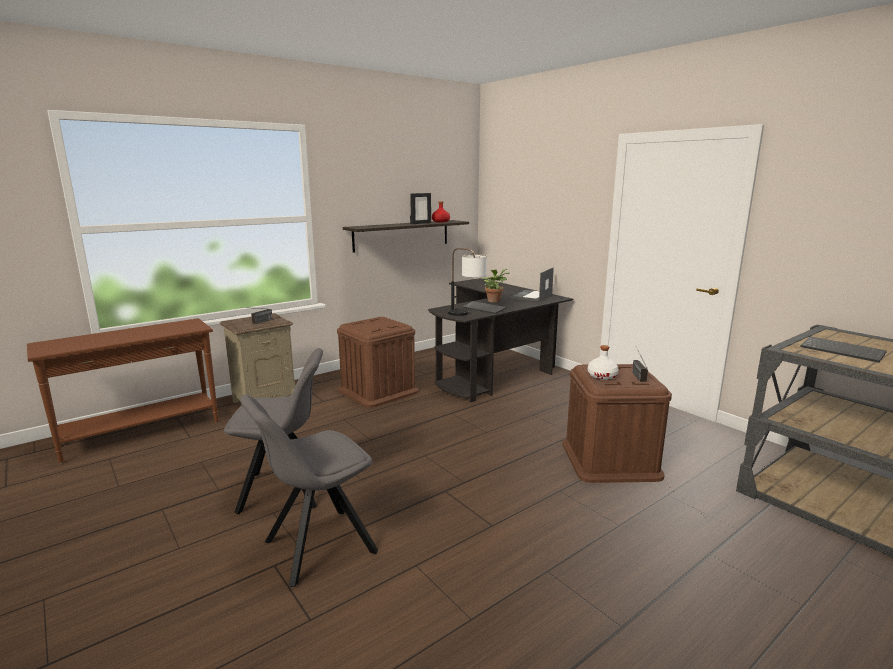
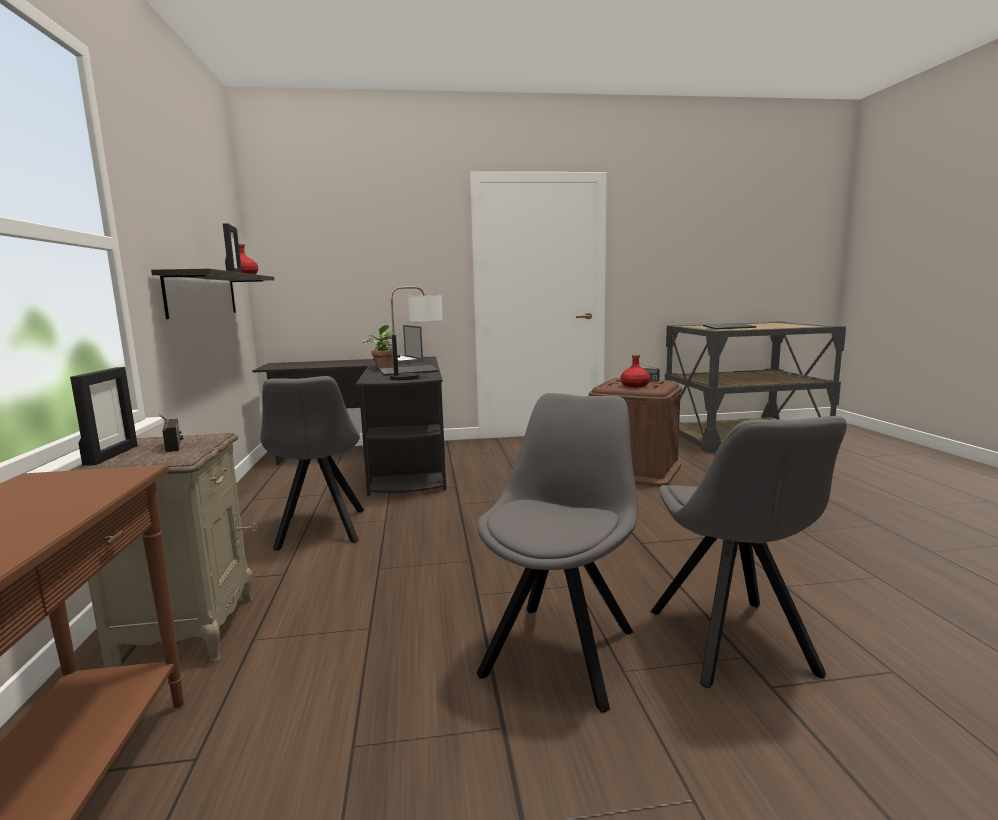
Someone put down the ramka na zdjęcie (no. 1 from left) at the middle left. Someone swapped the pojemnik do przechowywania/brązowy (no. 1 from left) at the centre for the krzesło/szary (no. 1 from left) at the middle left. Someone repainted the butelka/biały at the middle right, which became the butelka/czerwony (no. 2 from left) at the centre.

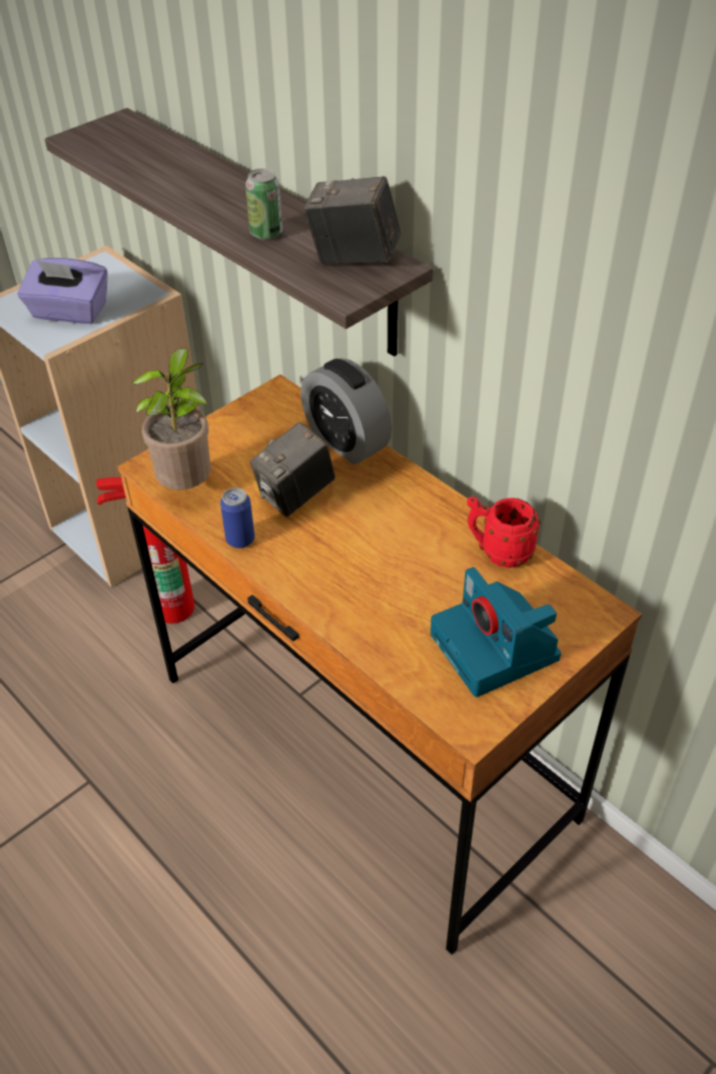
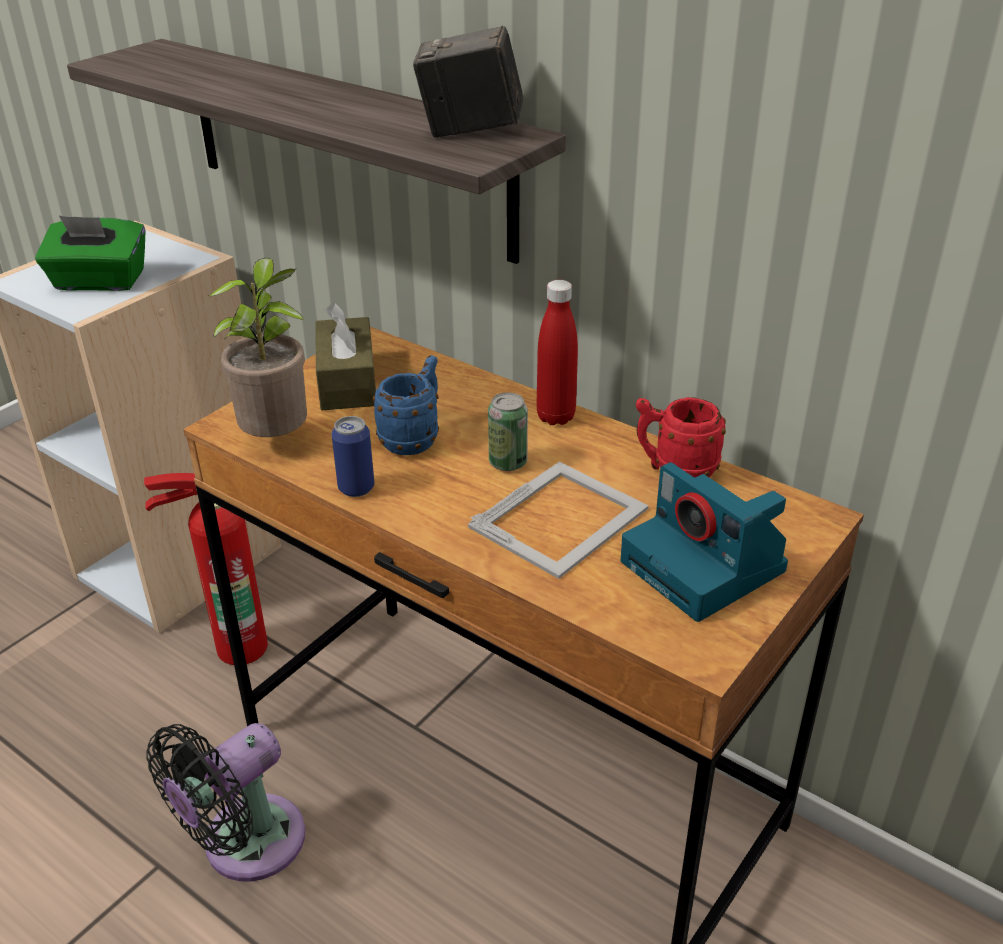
Someone took away the budzik at the centre. Someone put down the wentylator/czarny at the bottom left. Someone put down the pudełko chusteczek/brązowy at the centre. Someone put down the ramka na zdjęcie at the centre. Someone put down the butelka/czerwony at the centre. Someone carried the puszka (no. 2 from left) from the top centre to the centre. Someone swapped the aparat fotograficzny (no. 1 from left) at the centre for the kubek/niebieski at the centre. Someone repainted the pudełko chusteczek/fioletowy at the top left, which became the pudełko chusteczek/zielony at the top left.

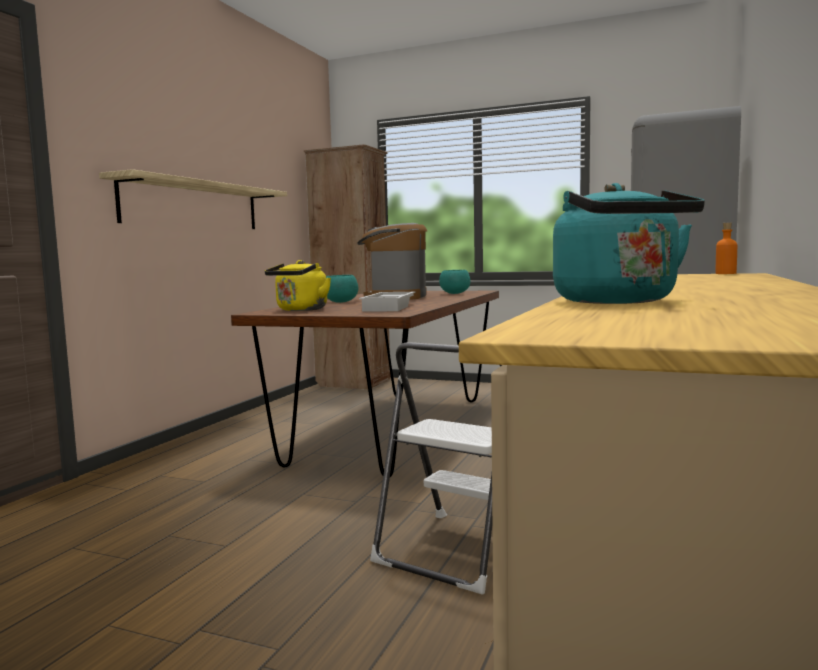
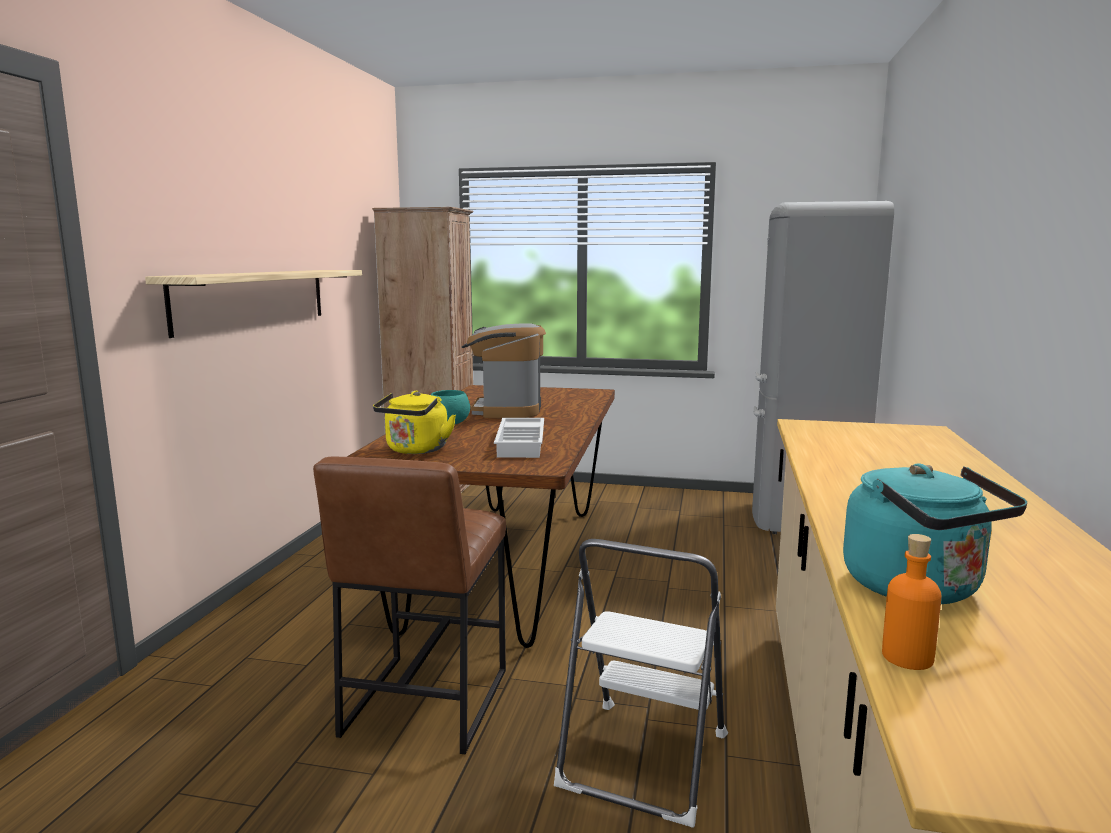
Someone took away the miska/turkusowy (no. 2 from left) at the centre. Someone put down the krzesło/brązowy at the bottom centre. Someone carried the butelka/pomarańczowy from the middle right to the bottom right.

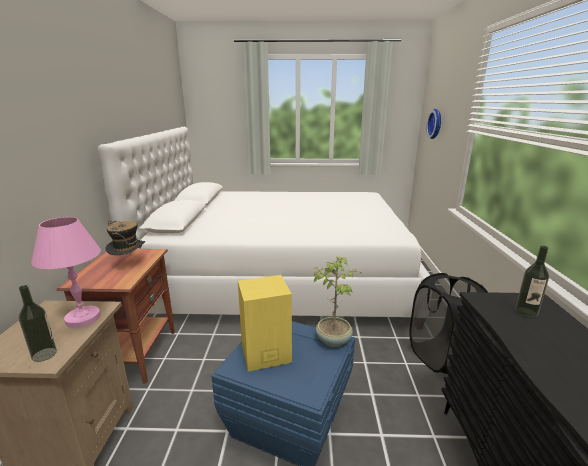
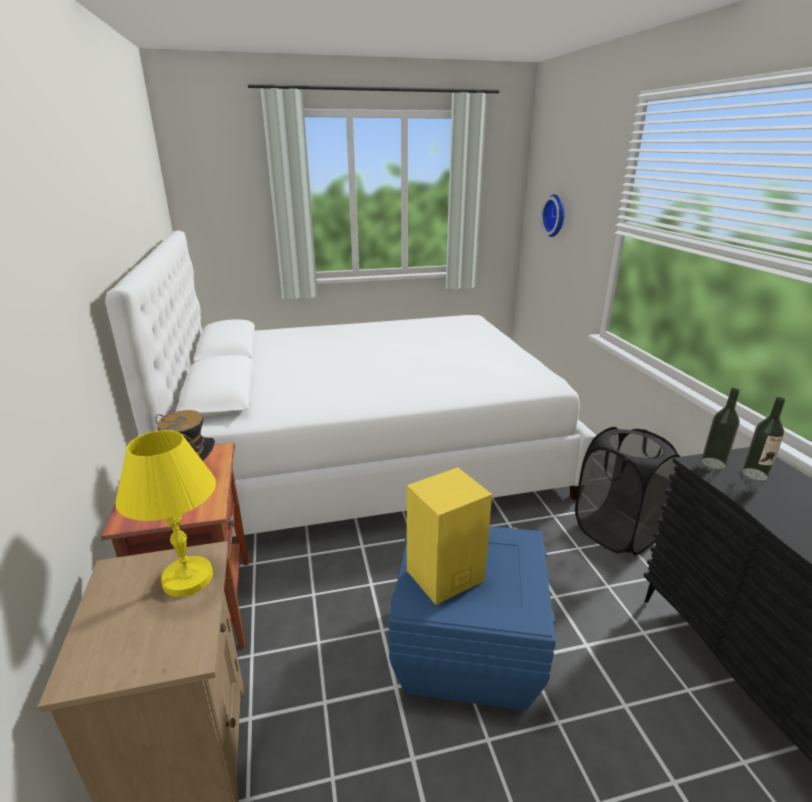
Someone took away the roślina doniczkowa at the centre. Someone carried the butelka (no. 1 from left) from the bottom left to the middle right. Someone repainted the lampa stołowa/różowy at the middle left, which became the lampa stołowa/żółty at the middle left.

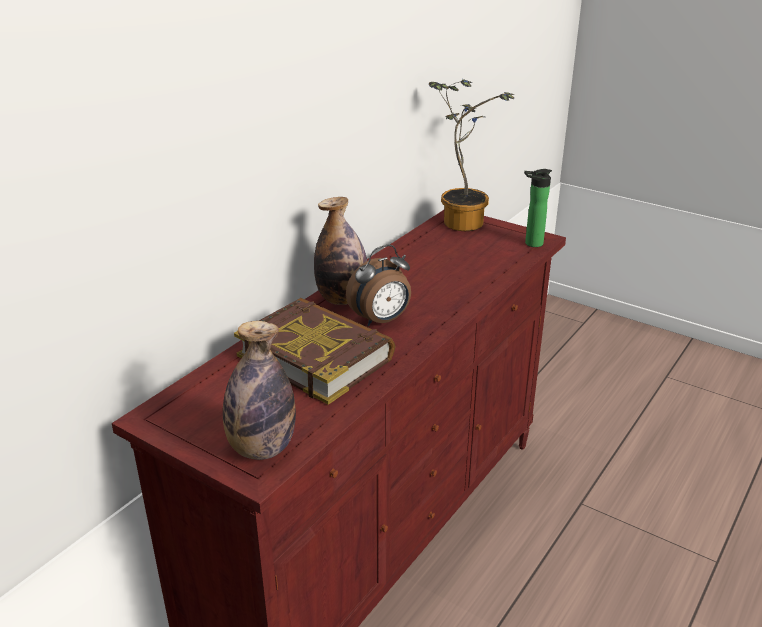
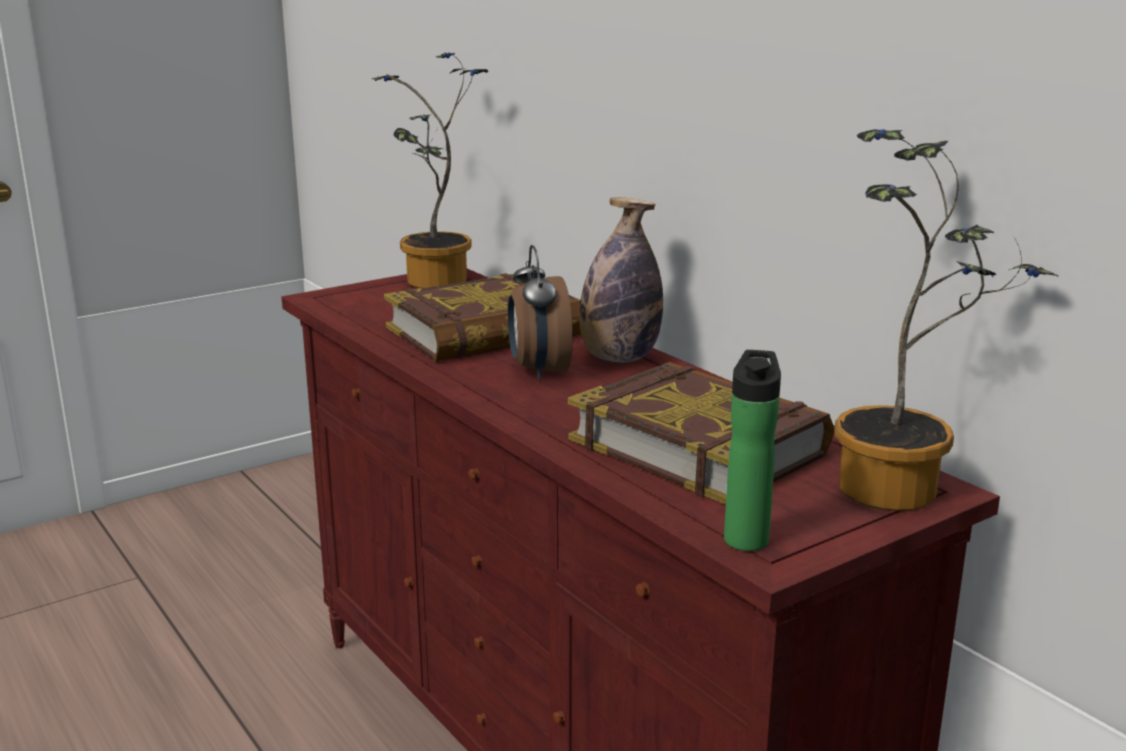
Someone took away the butelka (no. 1 from left) at the centre. Someone put down the roślina doniczkowa (no. 1 from left) at the top centre. Someone put down the książka (no. 2 from left) at the centre.

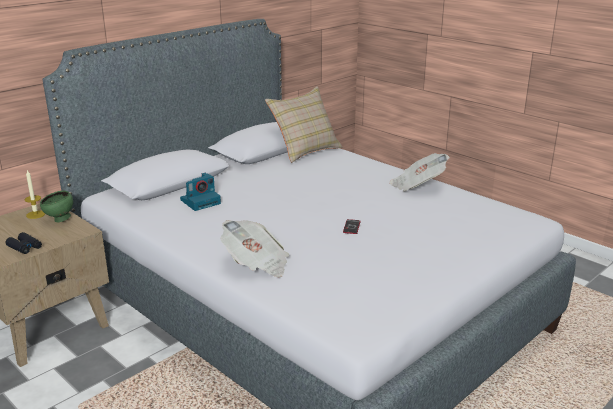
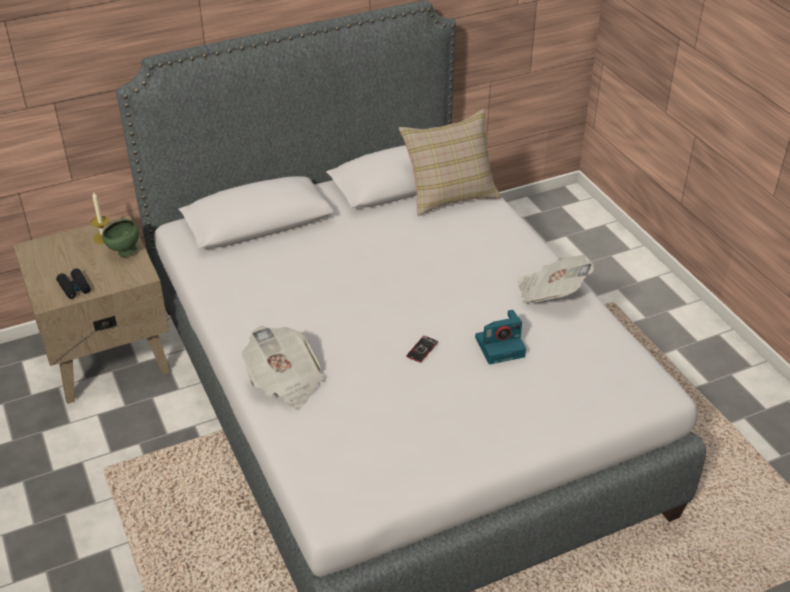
Someone carried the aparat fotograficzny from the middle left to the centre.

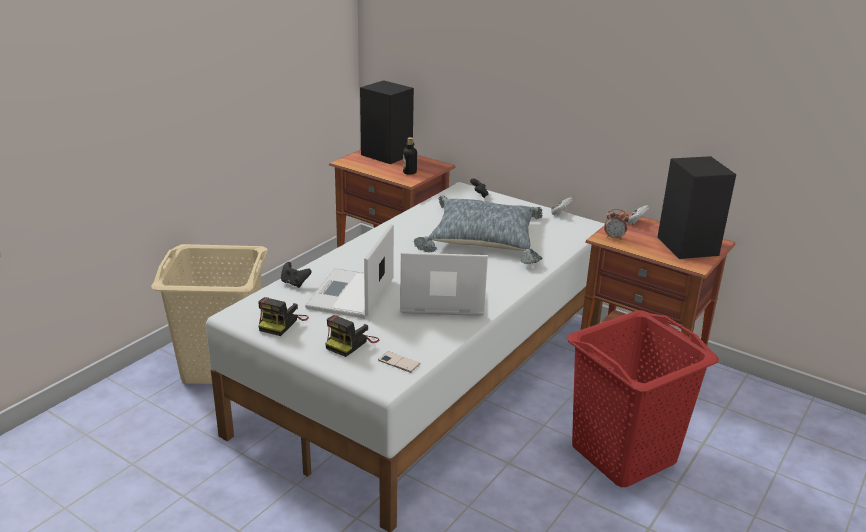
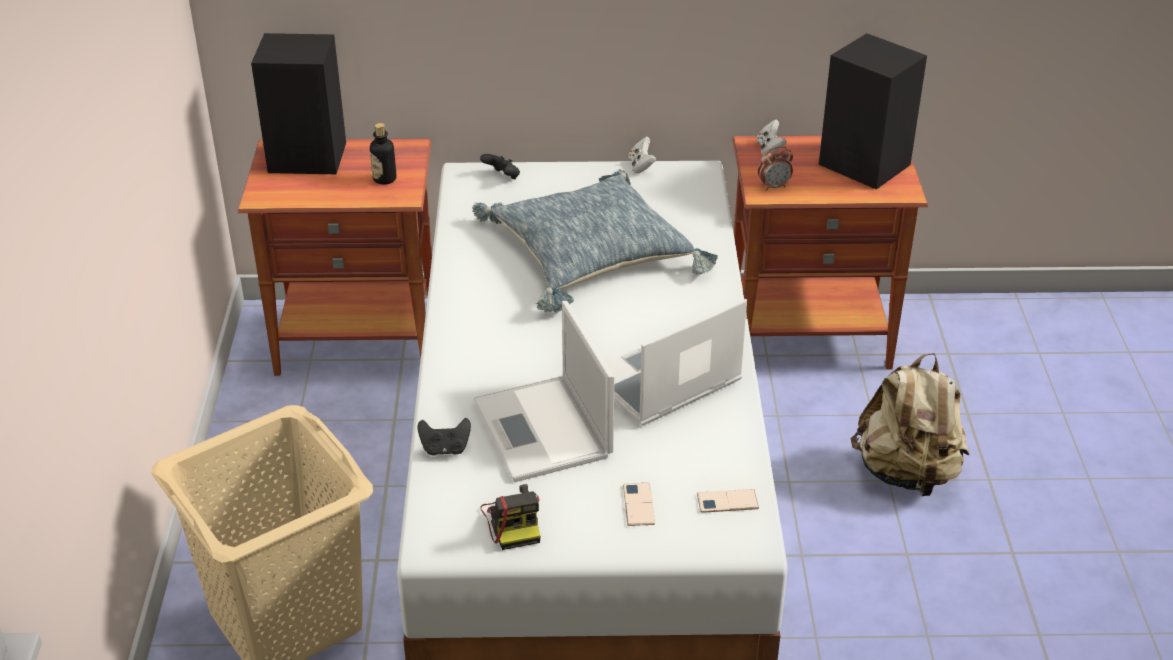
Someone swapped the aparat fotograficzny (no. 2 from left) at the centre for the telefon (no. 1 from left) at the bottom centre. Someone swapped the kosz na pranie/czerwony at the bottom right for the plecak/beżowy at the middle right.

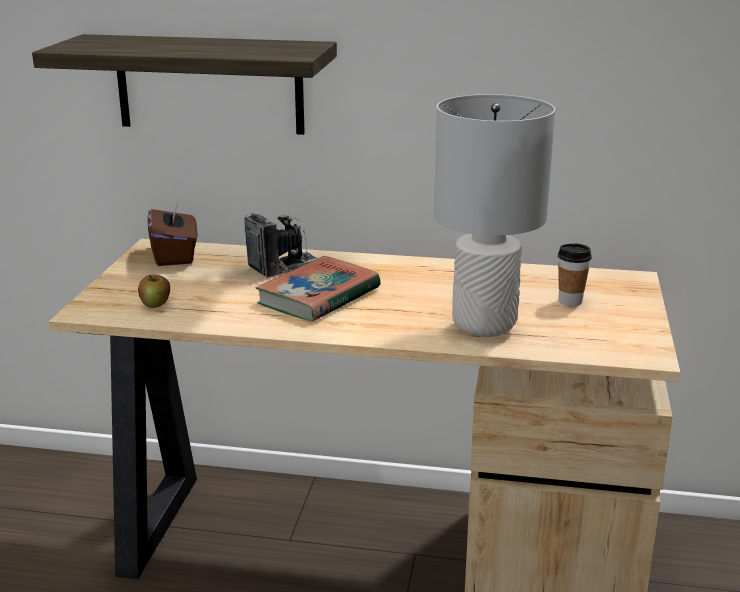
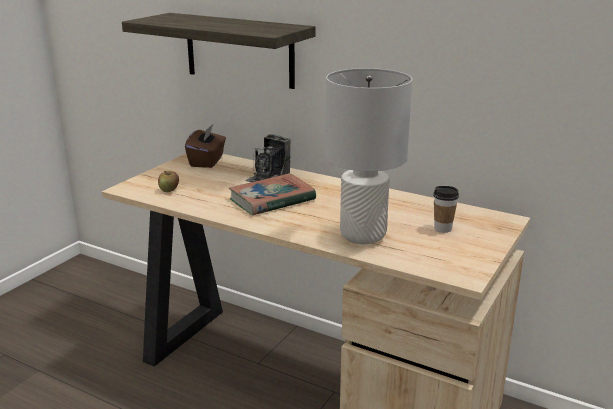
Someone rotated the aparat fotograficzny at the centre by 135 degrees clockwise.

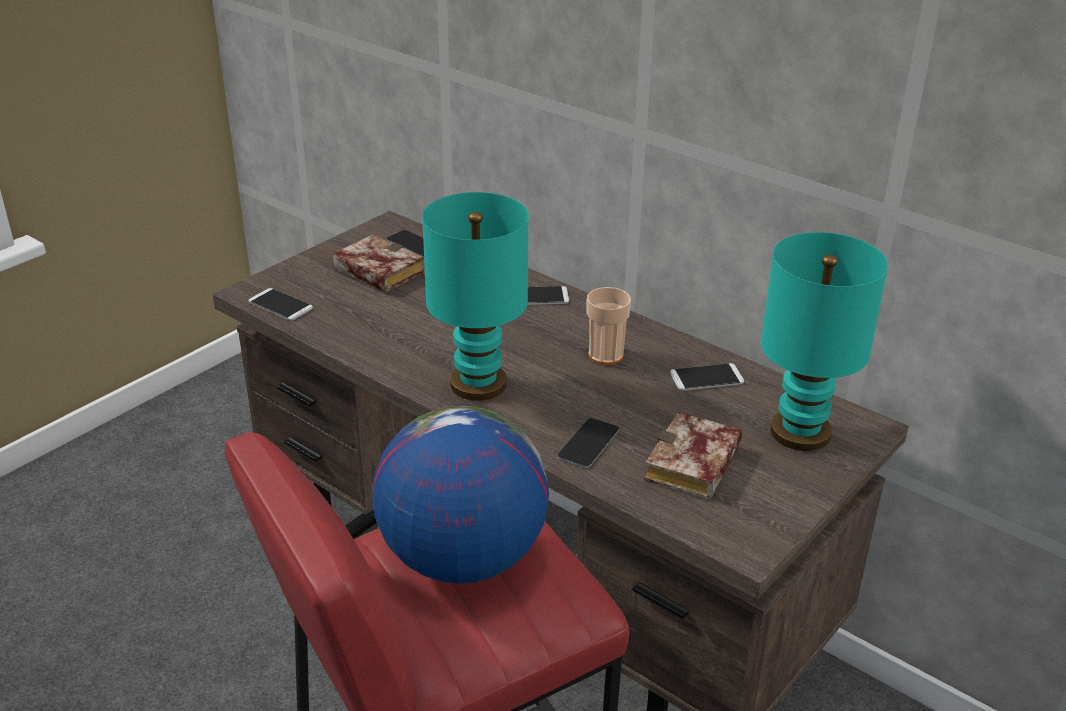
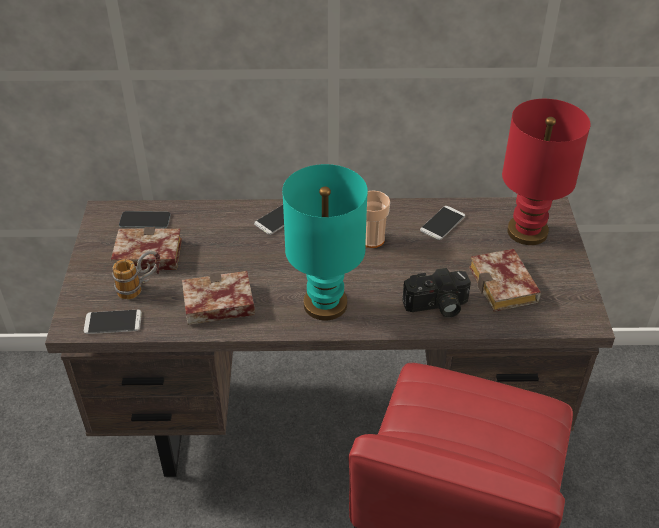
Someone took away the globus at the bottom centre. Someone put down the kubek at the middle left. Someone put down the książka (no. 2 from left) at the middle left. Someone swapped the telefon (no. 4 from left) at the centre for the aparat fotograficzny at the centre. Someone repainted the lampa stołowa/turkusowy (no. 2 from left) at the middle right, which became the lampa stołowa/czerwony at the top right.

